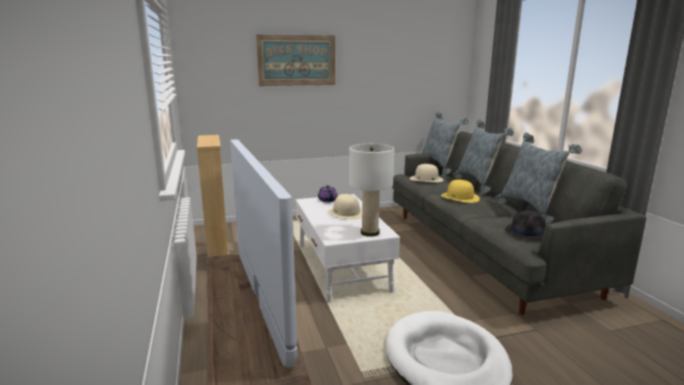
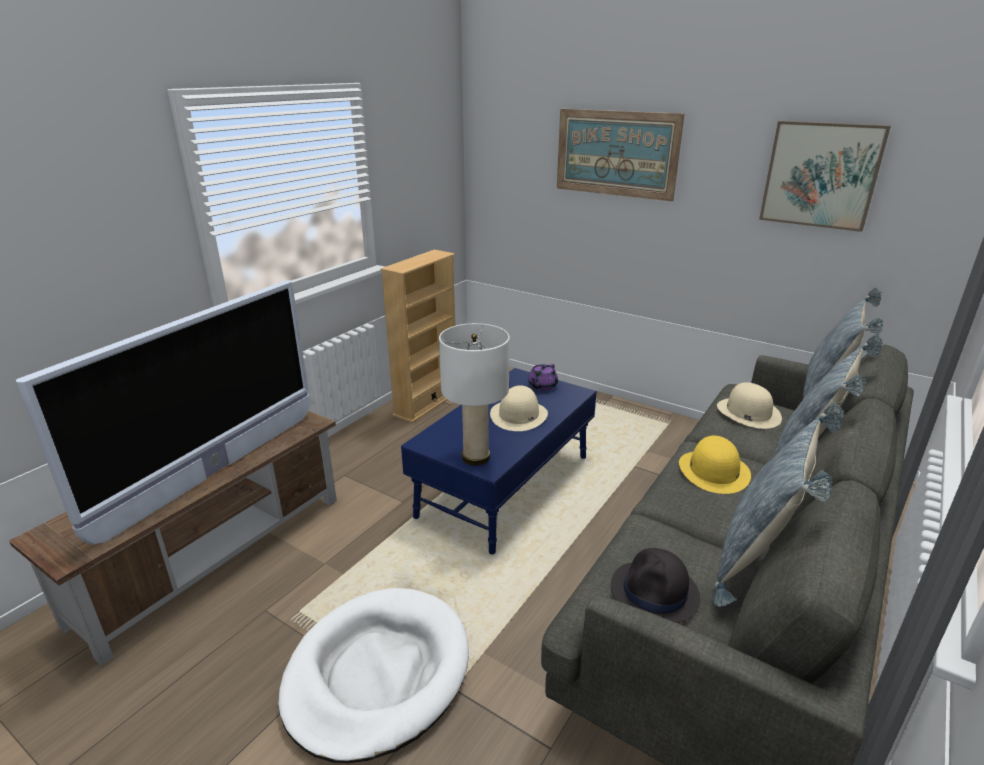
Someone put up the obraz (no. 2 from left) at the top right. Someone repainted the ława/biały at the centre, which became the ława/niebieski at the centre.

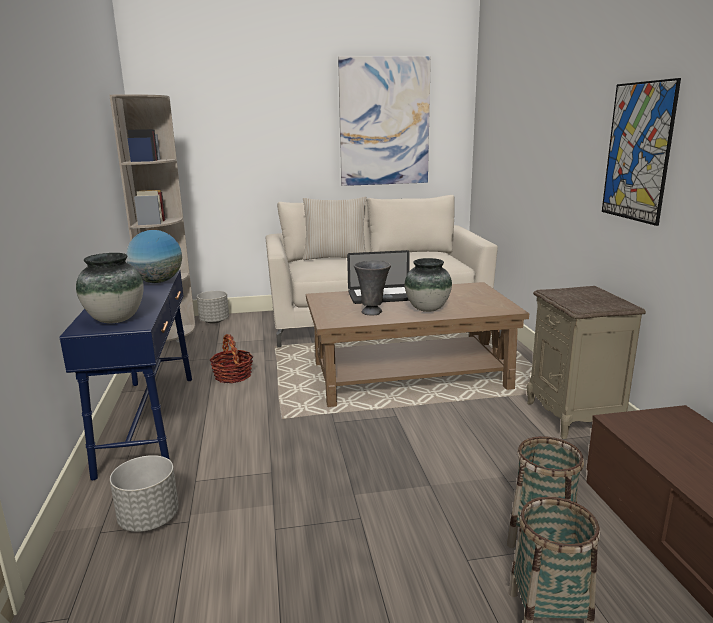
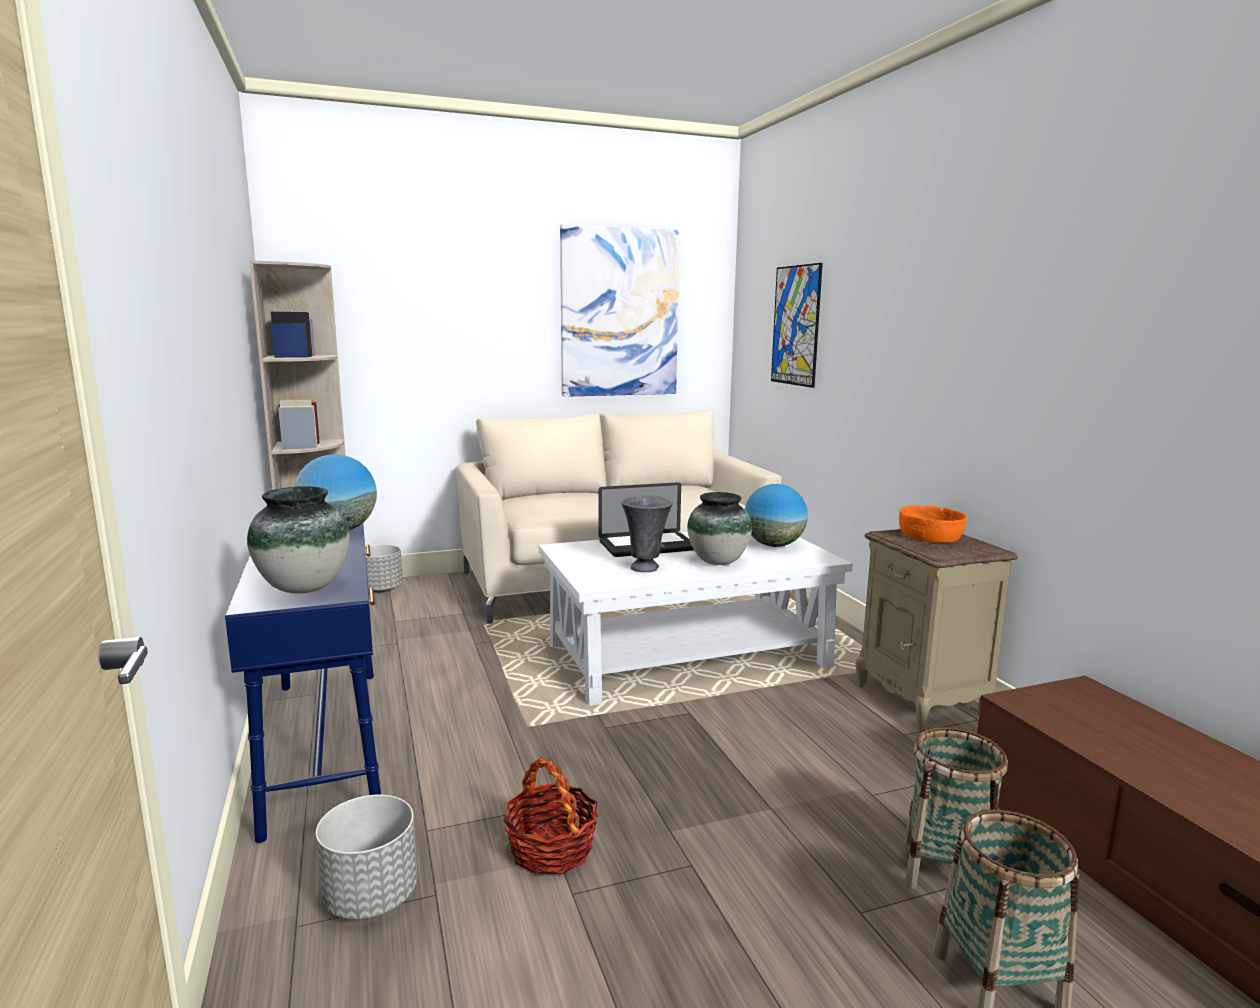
Someone took away the poduszka/beżowy at the centre. Someone put down the globus (no. 2 from left) at the centre. Someone put down the miska/pomarańczowy at the middle right. Someone carried the koszyk (no. 1 from left) from the middle left to the bottom centre. Someone carried the obraz (no. 2 from left) from the top right to the top centre. Someone repainted the ława/brązowy at the centre, which became the ława/biały at the centre.

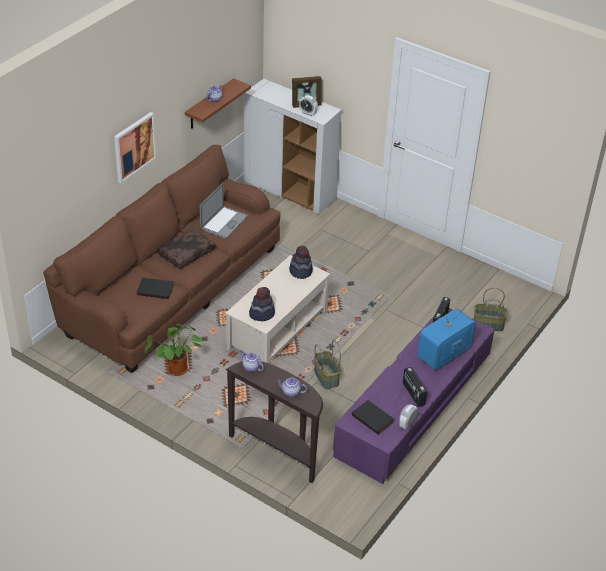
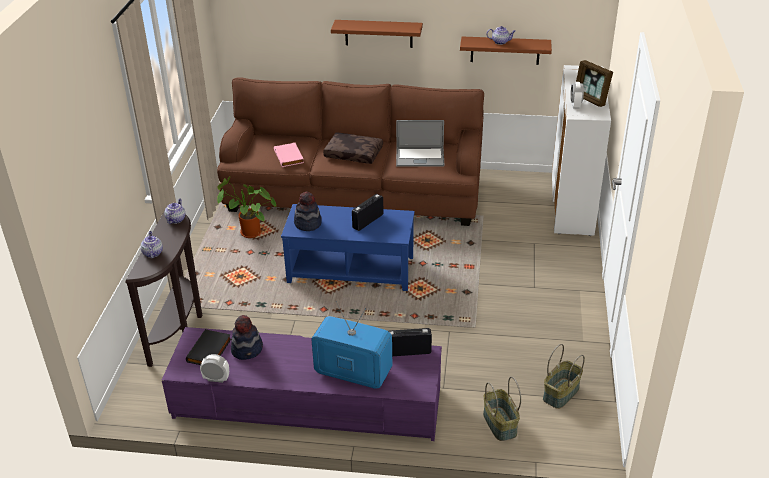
Someone carried the kapelusz (no. 2 from left in the first image) from the centre to the bottom left. Someone carried the koszyk (no. 1 from left in the first image) from the centre to the bottom right. Someone carried the radio (no. 1 from left) from the bottom right to the centre. Someone swapped the obraz at the top left for the półka/brązowy (no. 1 from left) at the top centre. Someone repainted the książka/czarny (no. 1 from left) at the middle left, which became the książka/różowy at the top centre. Someone repainted the ława/beżowy at the centre, which became the ława/niebieski at the centre.

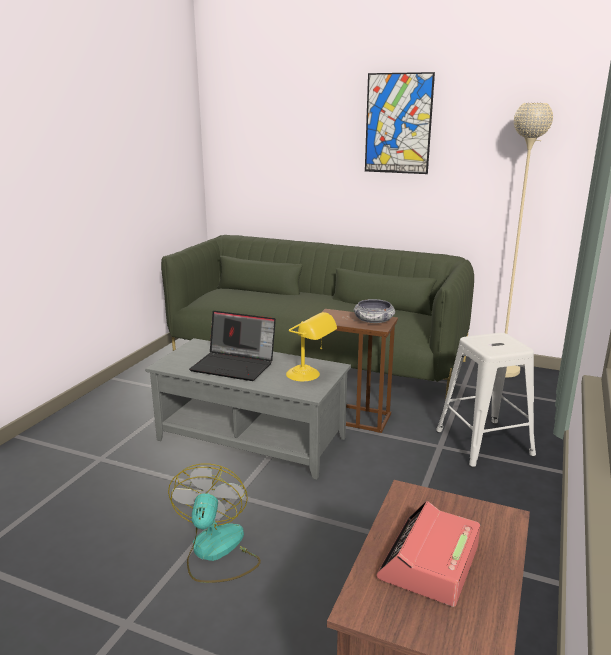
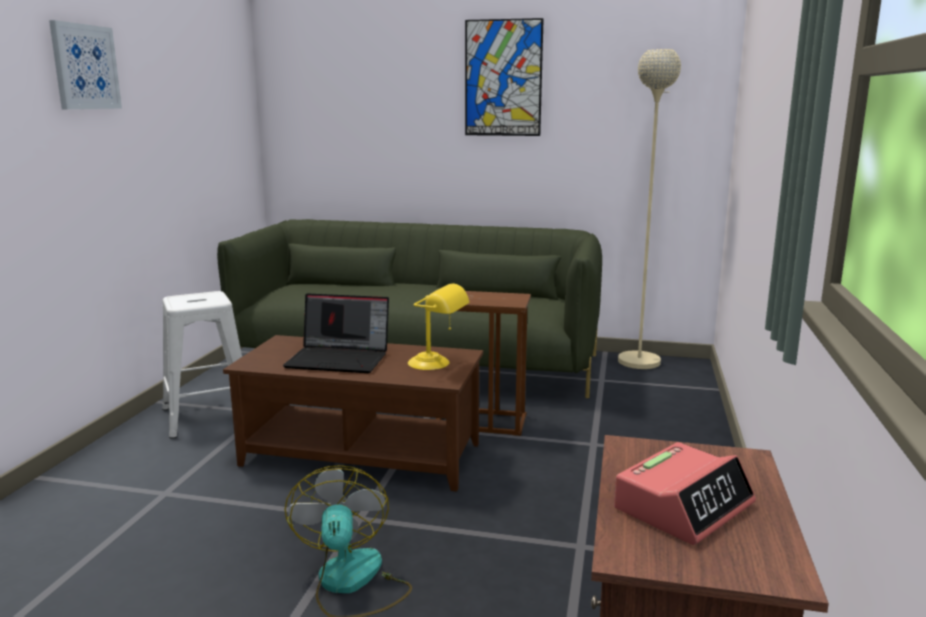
Someone took away the miska at the centre. Someone put up the obraz (no. 1 from left) at the top left. Someone carried the stołek/biały from the middle right to the middle left. Someone repainted the ława/szary at the centre, which became the ława/brązowy at the bottom centre. Someone rotated the budzik at the bottom right by 150 degrees counterclockwise.

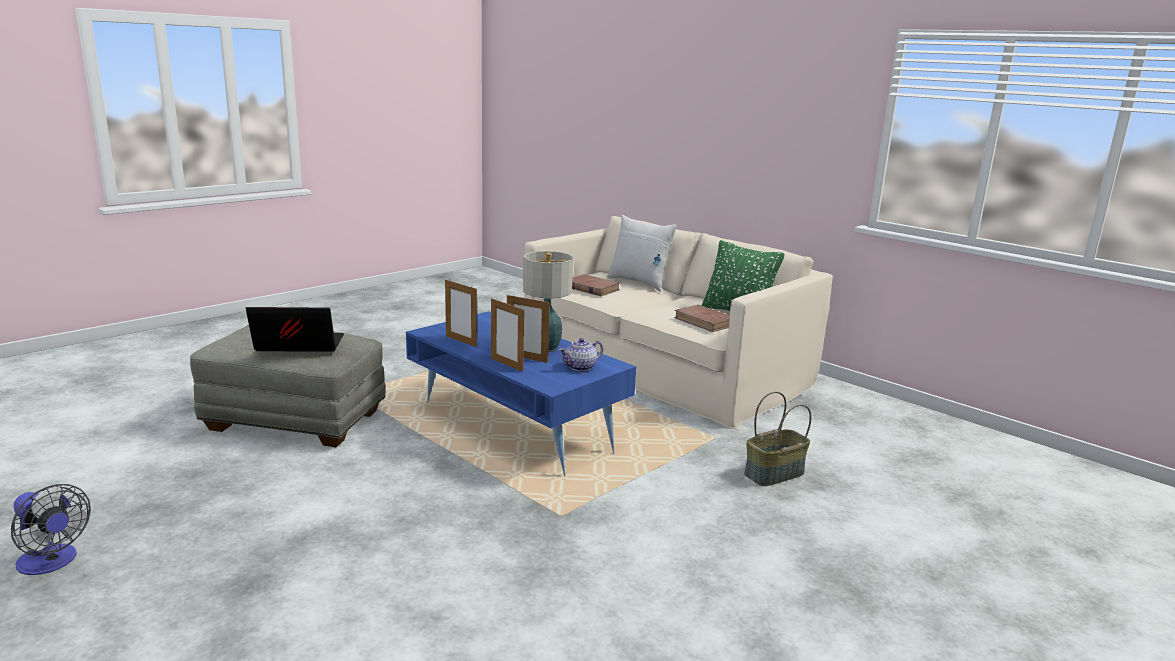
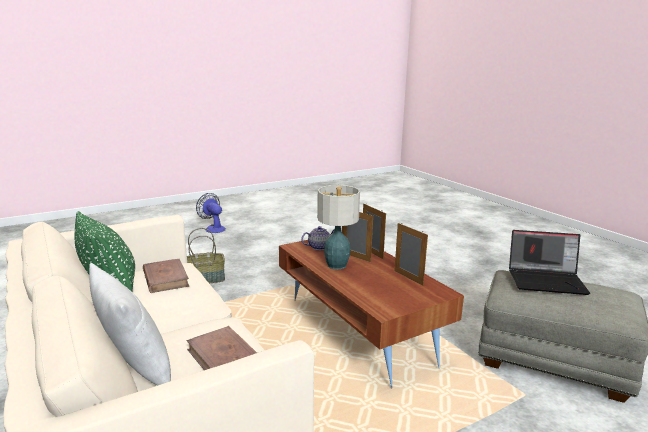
Someone carried the wentylator from the bottom left to the middle left. Someone repainted the ława/niebieski at the centre, which became the ława/brązowy at the bottom centre.

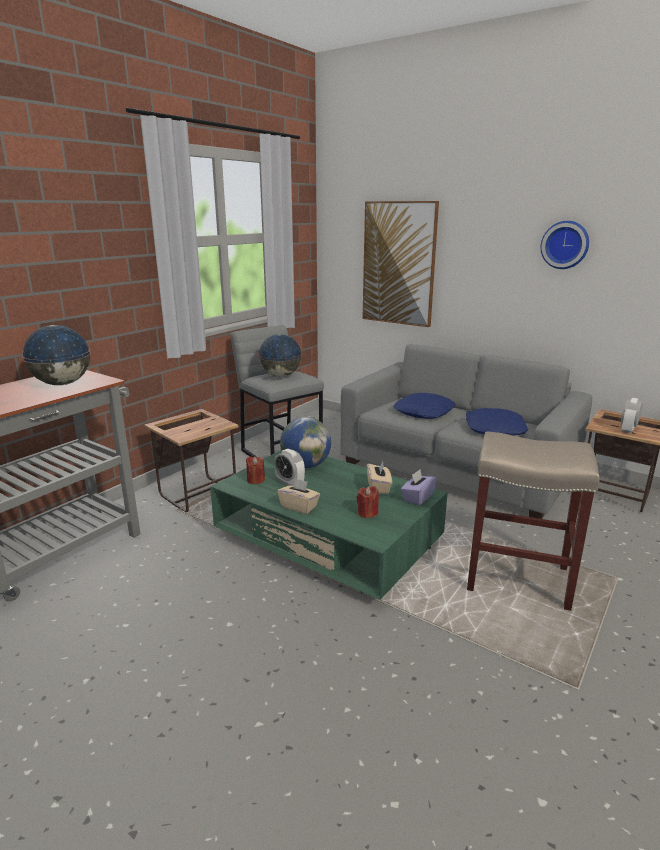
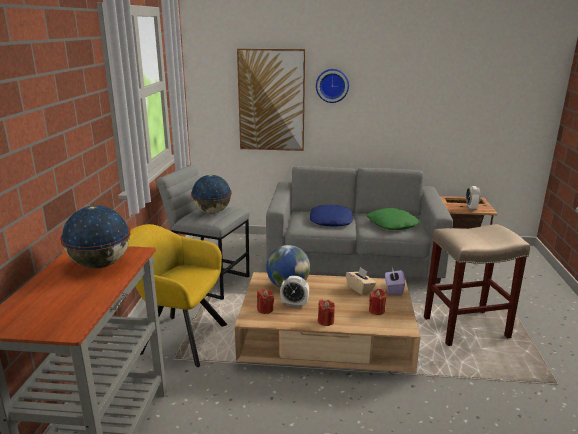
Someone carried the zegar ścienny from the top right to the top centre. Someone swapped the stolik (no. 1 from left) at the middle left for the fotel/żółty at the bottom left. Someone swapped the pudełko chusteczek/beżowy (no. 1 from left) at the centre for the świeca/czerwony (no. 2 from left) at the bottom centre. Someone repainted the ława/zielony at the centre, which became the ława/brązowy at the bottom centre. Someone repainted the poduszka/niebieski (no. 2 from left) at the middle right, which became the poduszka/zielony at the middle right.

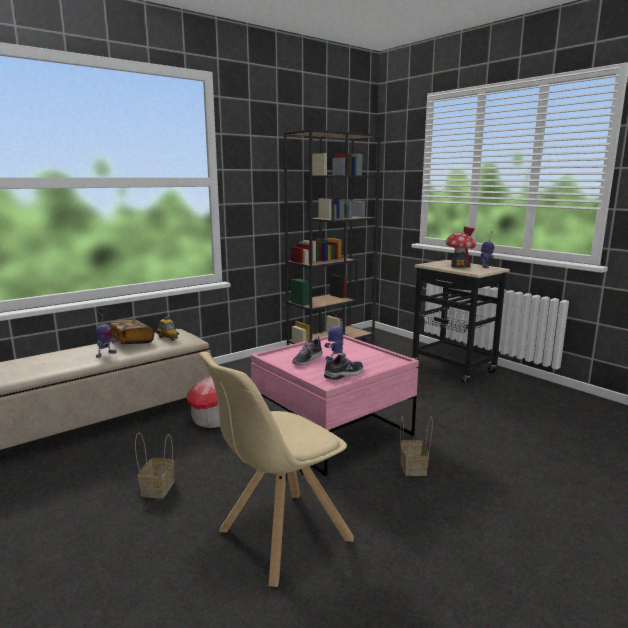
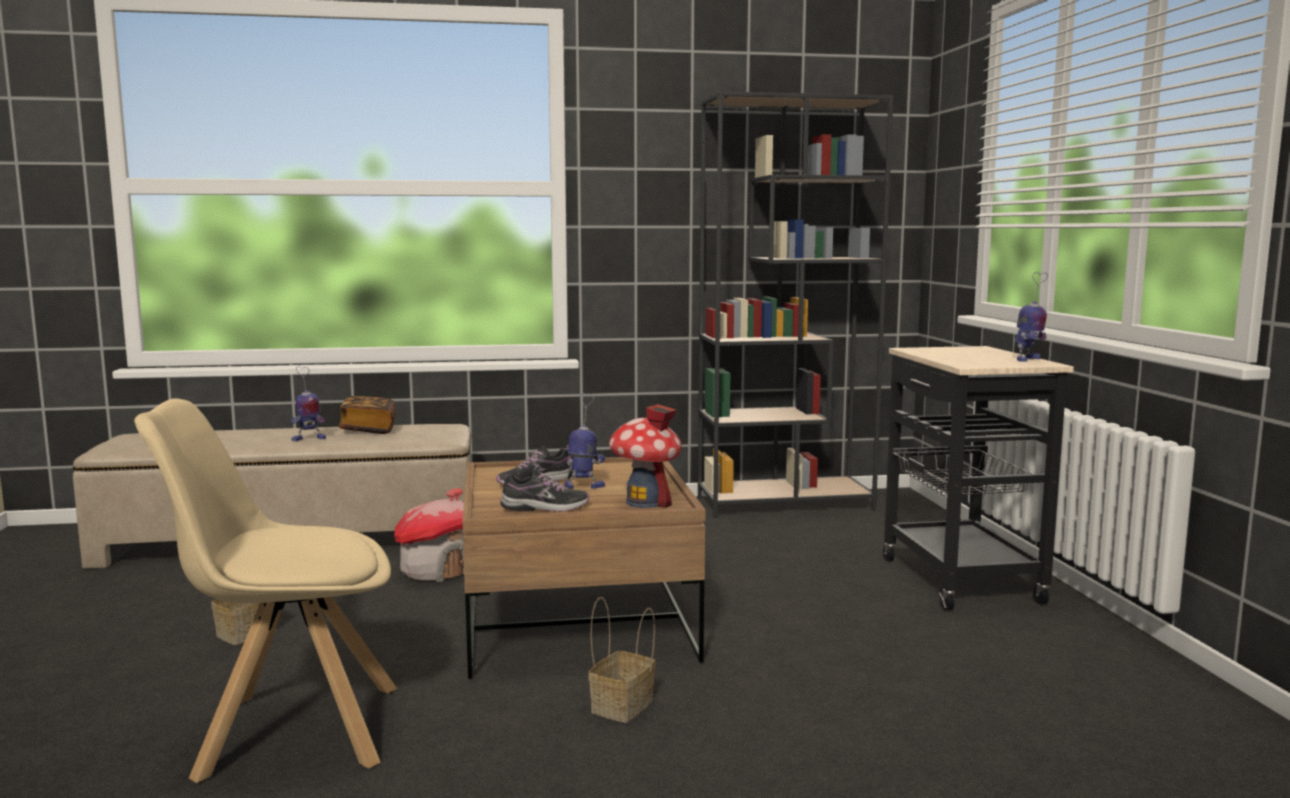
Someone took away the samochodzik at the middle left. Someone carried the domek (no. 2 from left) from the middle right to the centre. Someone repainted the ława/różowy at the centre, which became the ława/brązowy at the bottom centre.

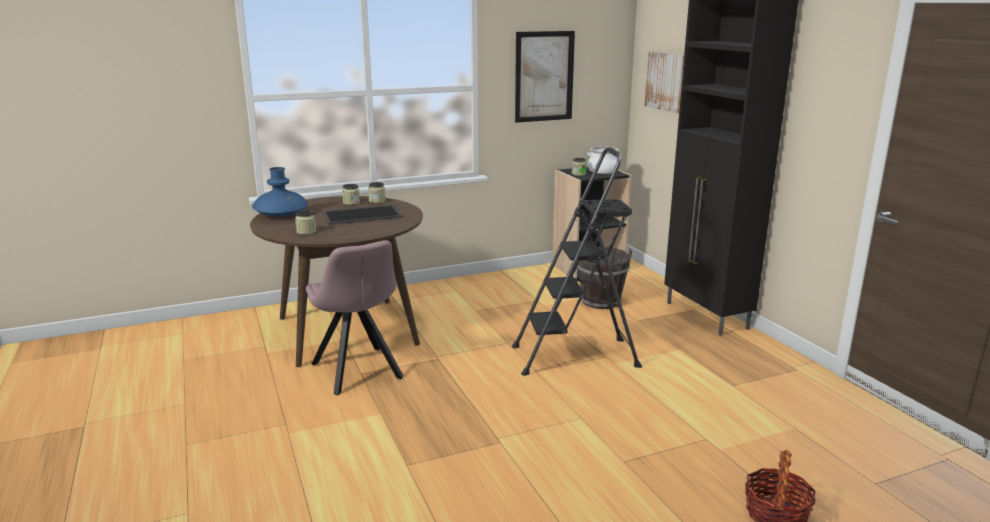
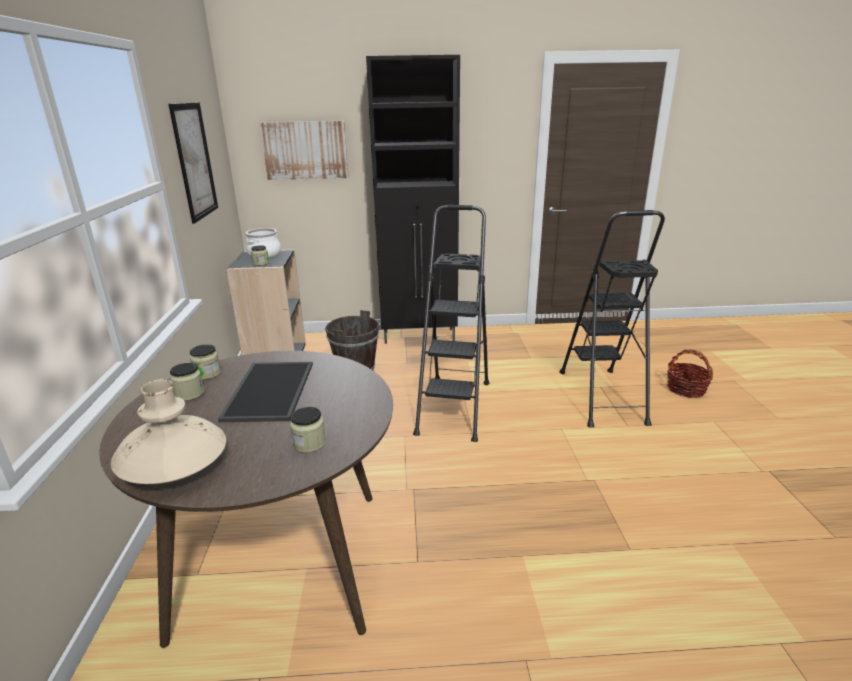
Someone took away the krzesło/różowy at the centre. Someone put down the drabinka (no. 2 from left) at the middle right. Someone repainted the wazon/niebieski at the middle left, which became the wazon/beżowy at the middle left.

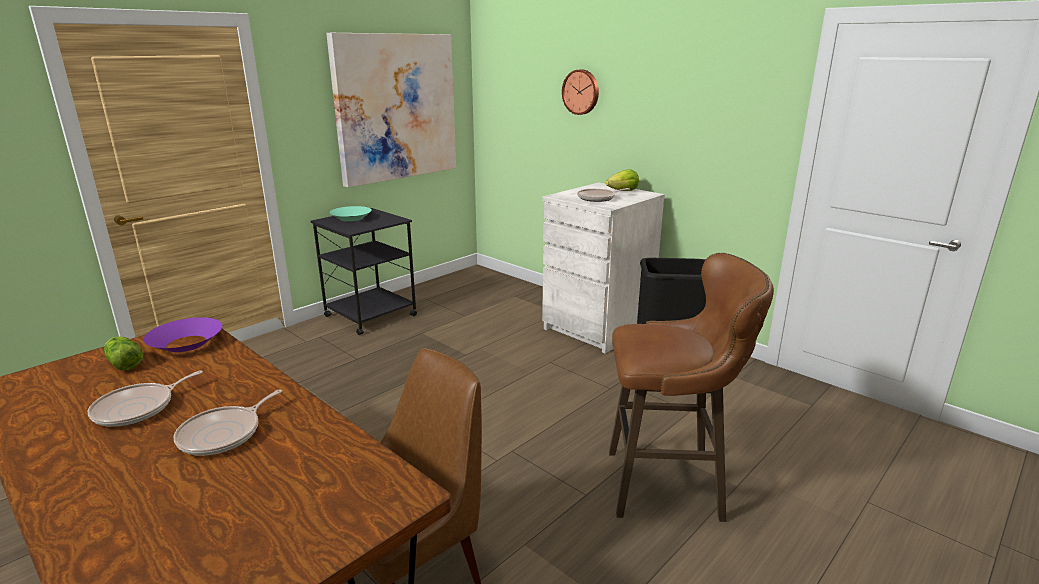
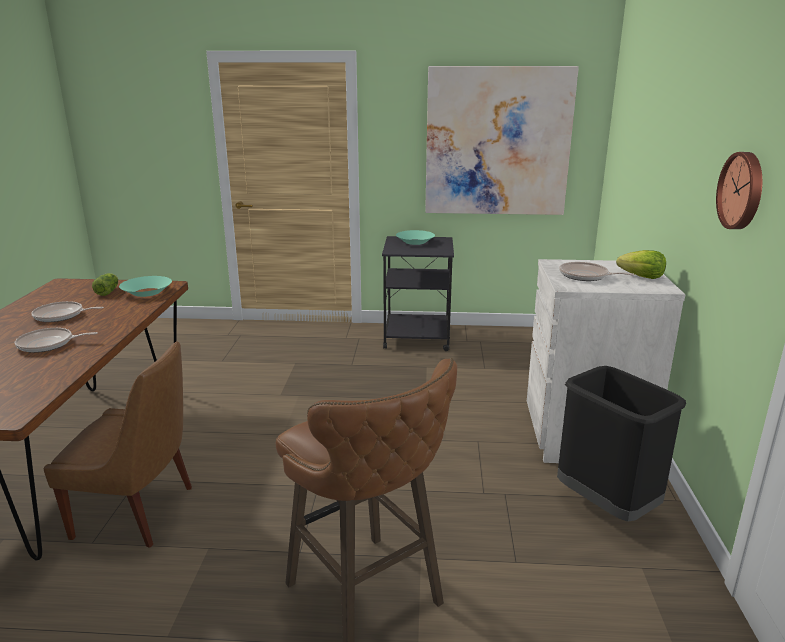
Someone carried the zegar ścienny from the top centre to the top right. Someone repainted the miska/fioletowy at the middle left, which became the miska/turkusowy (no. 1 from left) at the middle left.

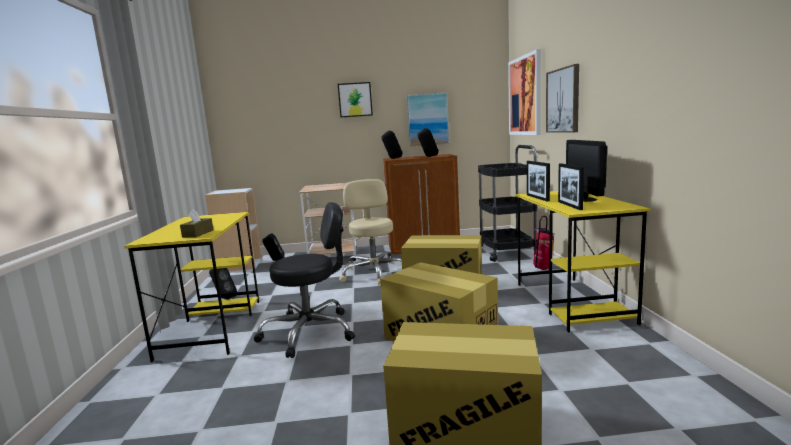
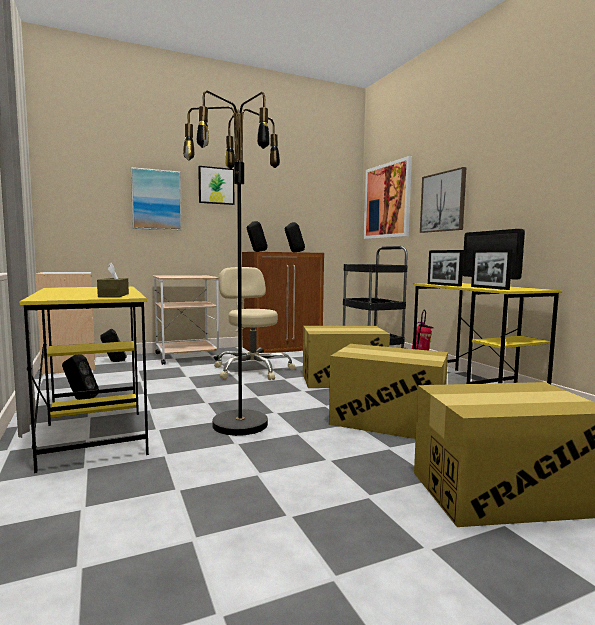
Someone carried the obraz (no. 2 from left in the first image) from the top centre to the top left. Someone swapped the krzesło biurowe/czarny at the centre for the lampa stojąca at the centre.

